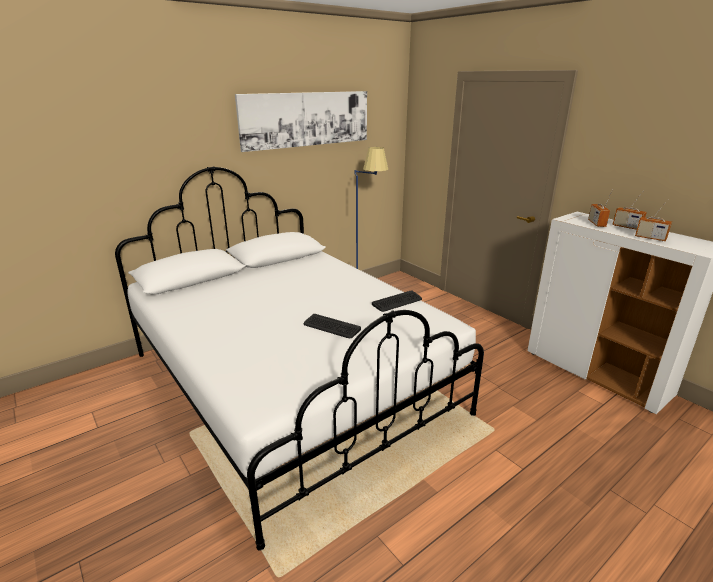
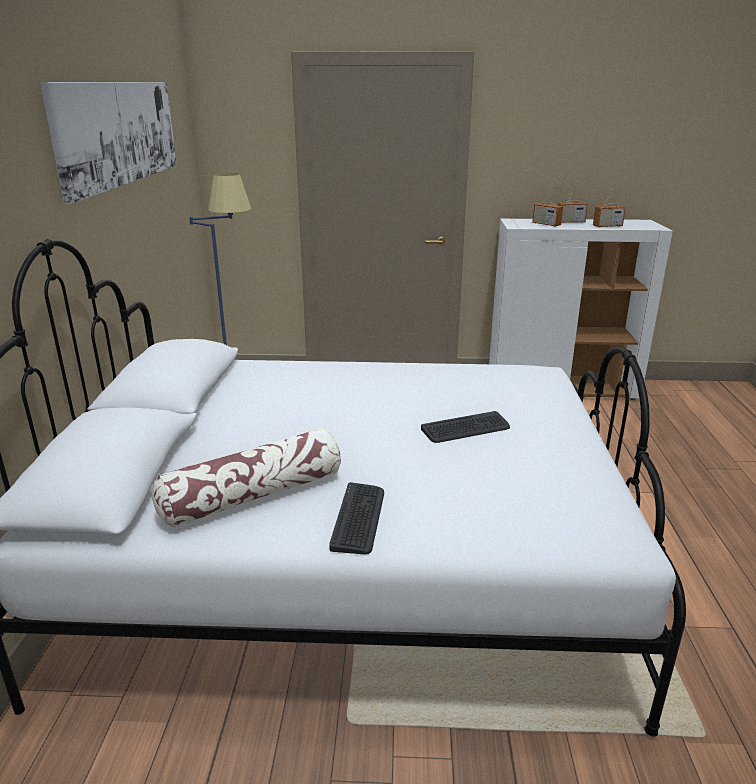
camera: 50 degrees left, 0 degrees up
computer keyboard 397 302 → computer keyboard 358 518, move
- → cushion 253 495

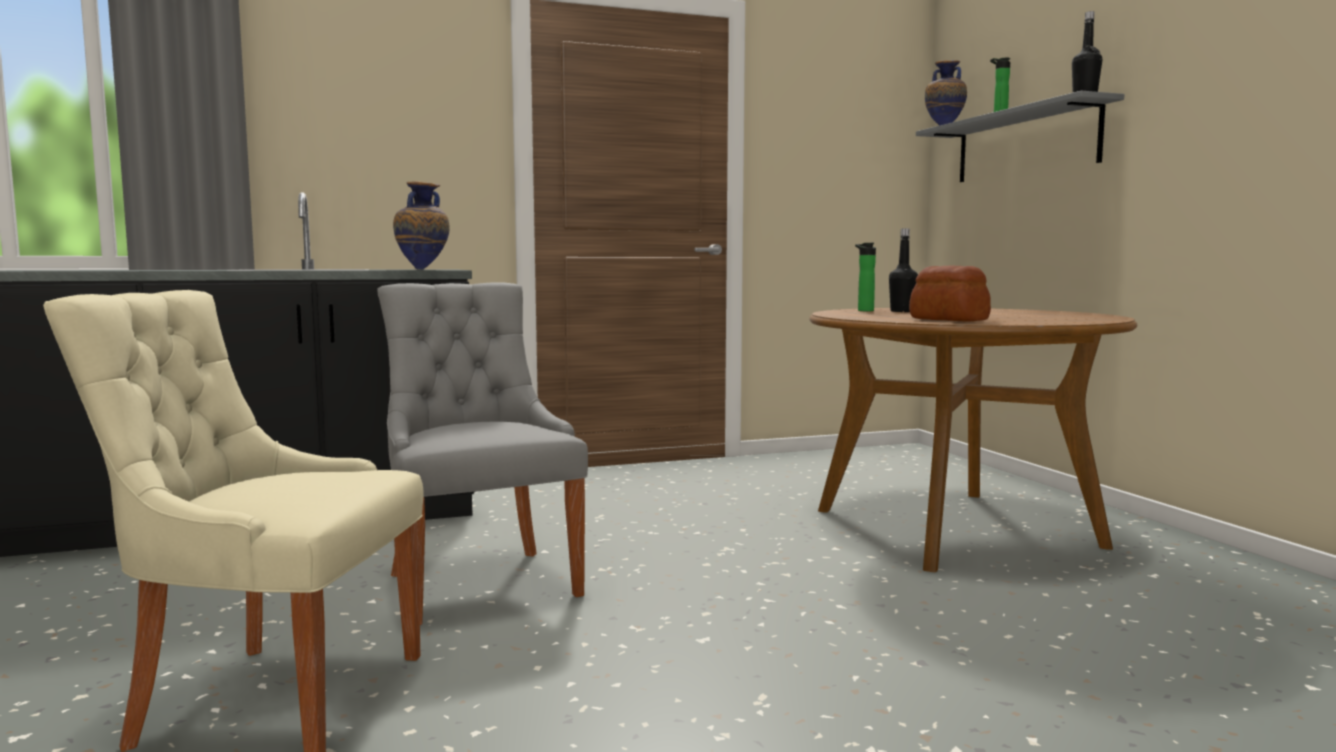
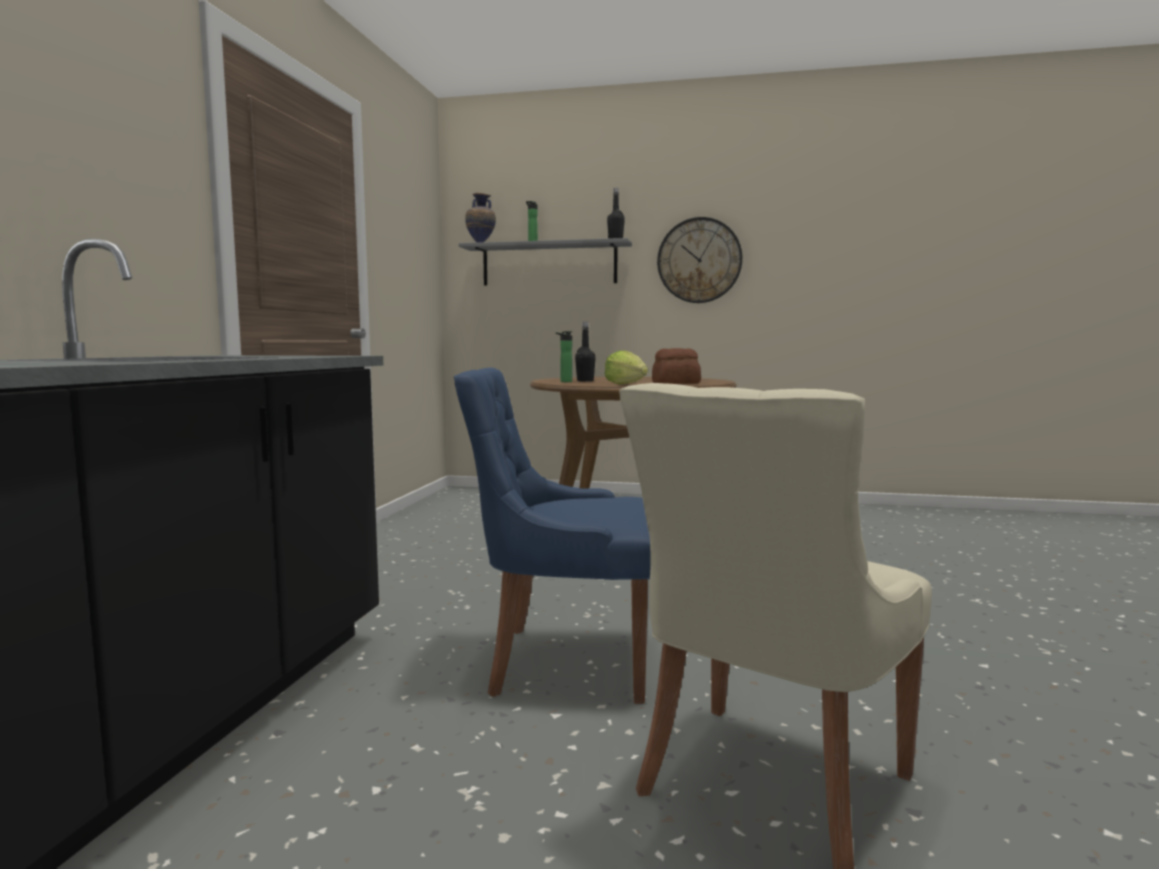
camera: 60 degrees left, 0 degrees up
gray chair 480 582 → bluish chair 563 661
flower vase 423 269 → -
- → head of lettuce 626 384
- → wall clock 699 260

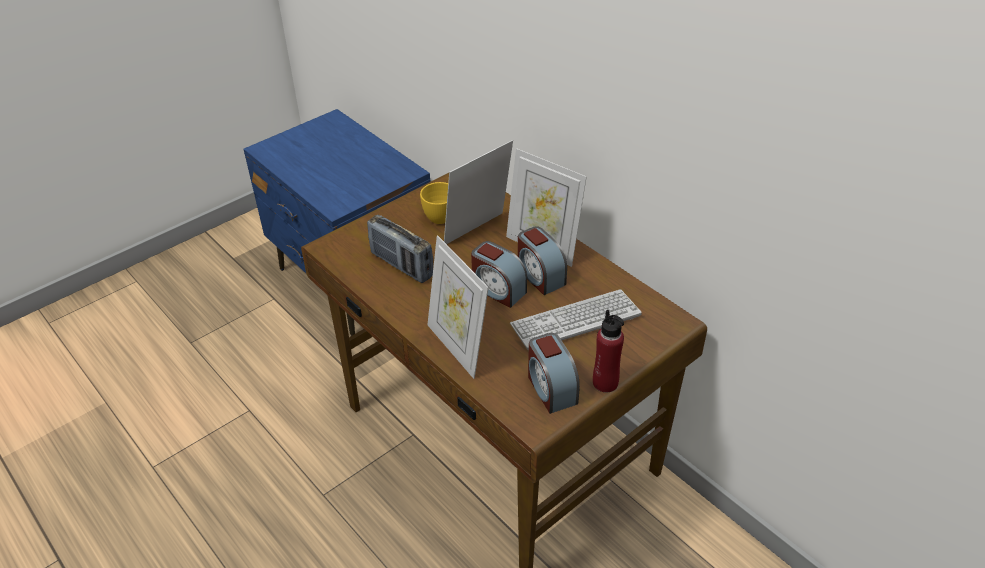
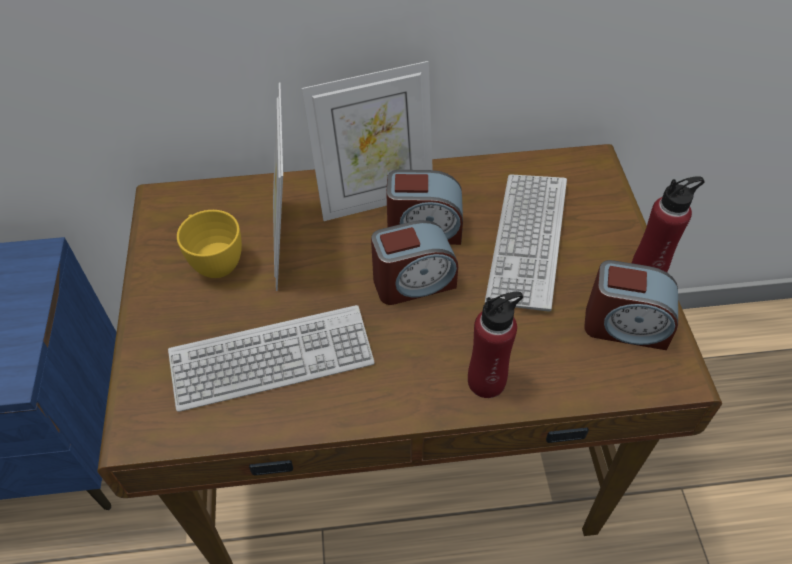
camera: 55 degrees left, 10 degrees up
radio receiver 401 265 → computer keyboard 272 359
photo frame 458 347 → red bottle 486 381

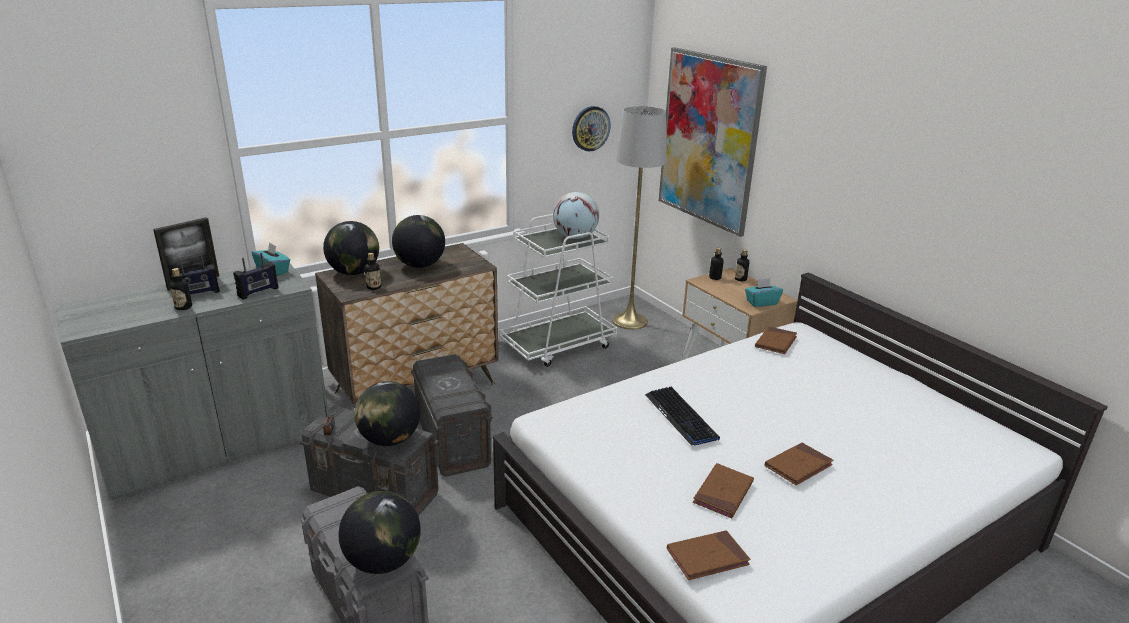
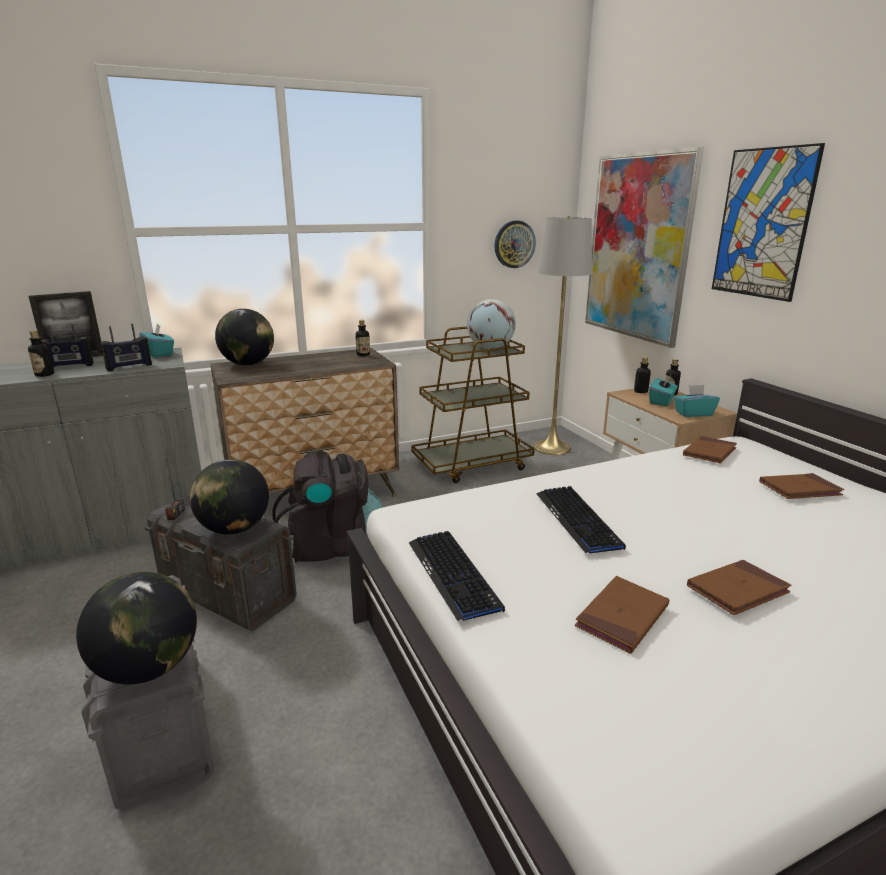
camera: 10 degrees right, 5 degrees down
bottle 374 287 → bottle 363 354, move
desk globe 420 265 → -
gray storage bin 452 440 → black rucksack 332 546
white wheeled cart 558 345 → brown wheeled cart 472 465
brown bound book 707 558 → brown bound book 799 489, move
- → computer keyboard 453 575
- → turquoise-coloured tissue holder 661 401
- → picture 763 224

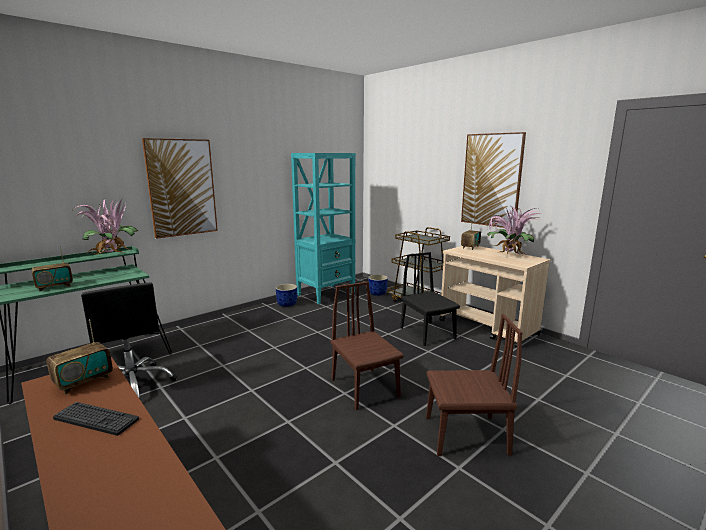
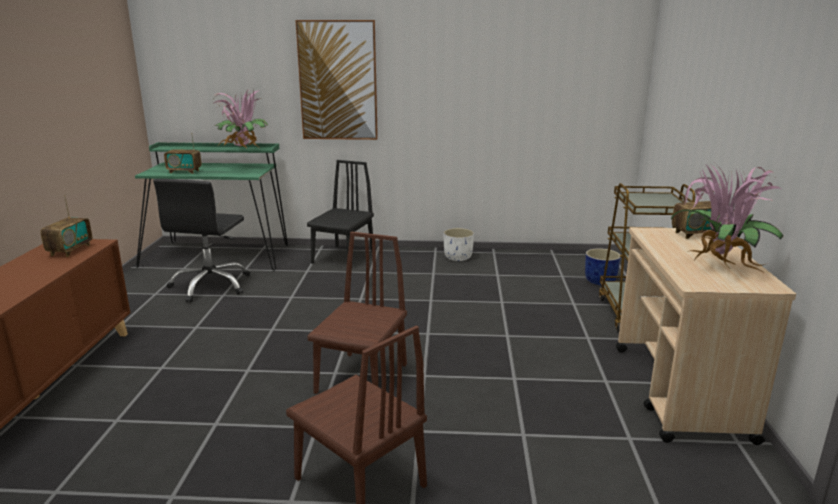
camera: 45 degrees right, 5 degrees up
radio receiver 83 382 → radio receiver 70 250, 75 degrees counterclockwise
computer keyboard 96 419 → -
bluish planter 287 304 → white planter 458 257
turquoise-coloured bookshelf 326 294 → -
black chair 427 333 → black chair 343 257, move
picture 491 180 → -

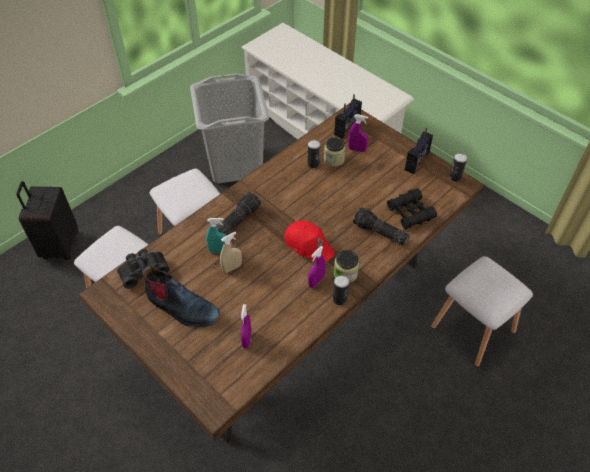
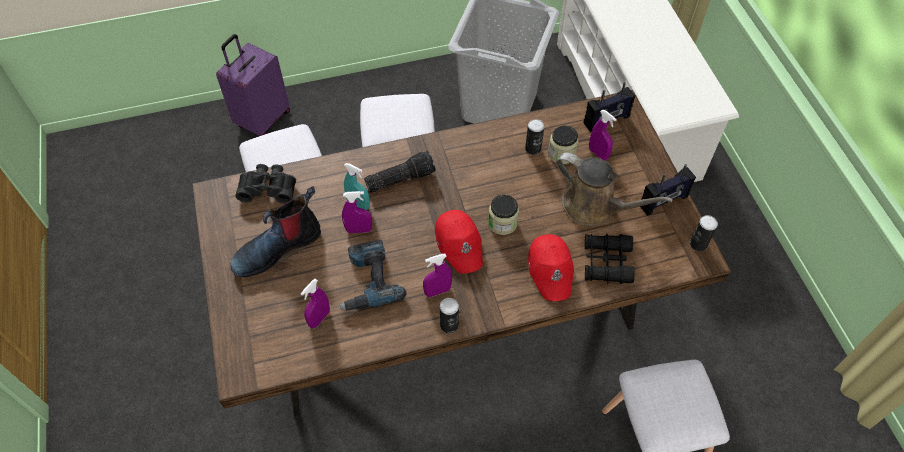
camera: 30 degrees right, 5 degrees up
black travel case 59 246 → purplish travel case 262 119
high-top boot 180 307 → high-top boot 278 247, 90 degrees clockwise
beige hand sprayer 232 268 → purplish hand sprayer 359 230
storage jar 345 273 → storage jar 502 223, move
flashlight 379 233 → red cap 551 269
- → drill 367 281
- → brown sprinkling can 593 207

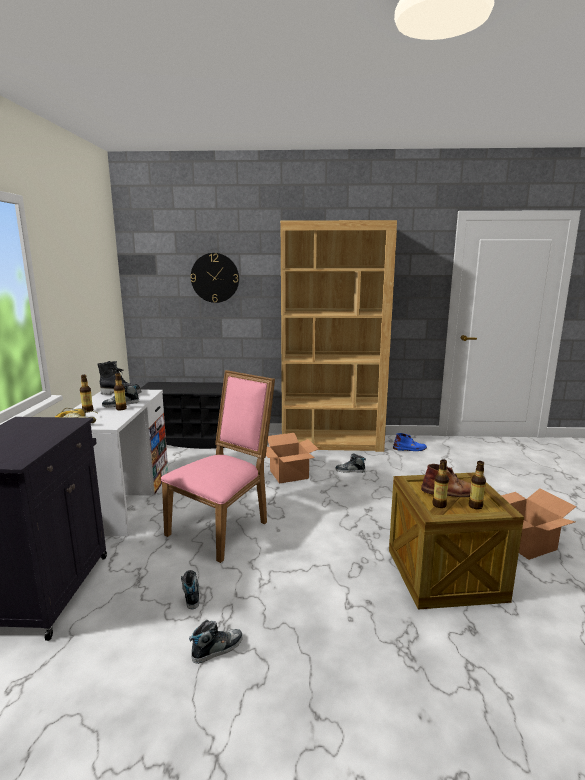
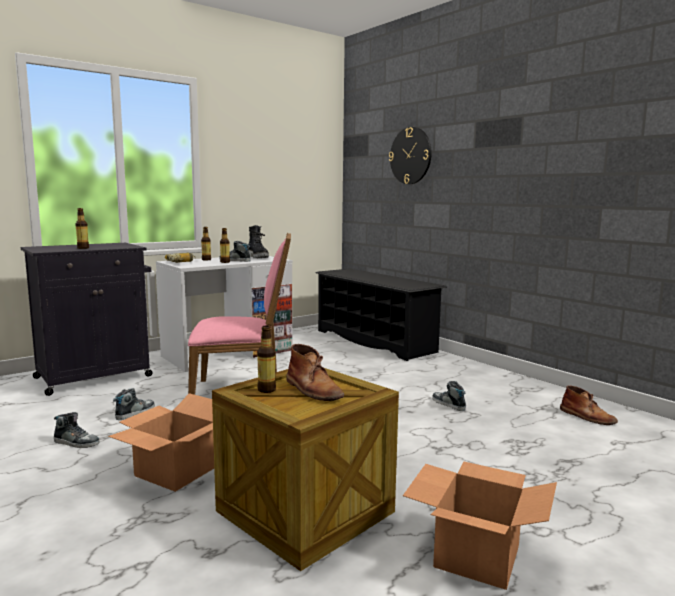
camera: 50 degrees right, 5 degrees down
packing box 289 474 → packing box 176 472, move
brown bookshelf 332 442 → -
bluish high-top boot 410 449 → brown high-top boot 587 417
bottle 475 506 → bottle 83 248, move

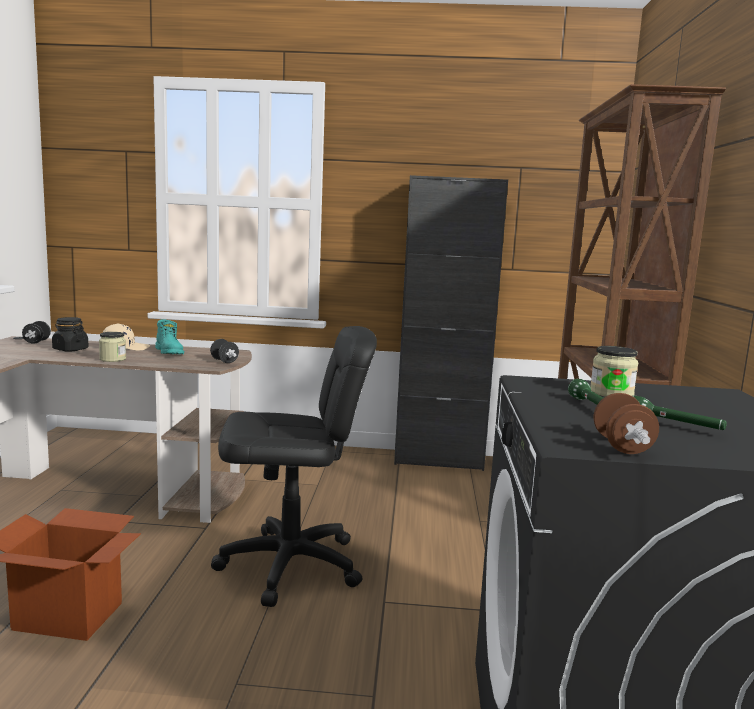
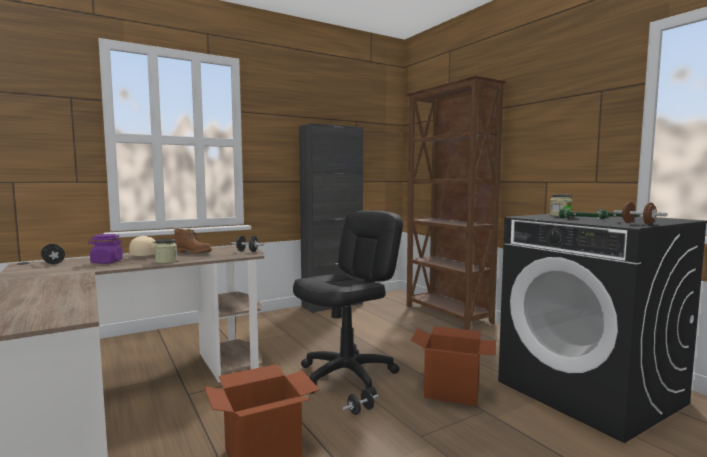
camera: 35 degrees left, 5 degrees down
black storage jar 70 349 → purplish storage jar 106 262
turquoise-coloured high-top boot 170 352 → brown high-top boot 192 253
- → black free weight 360 411
- → packing box 452 392

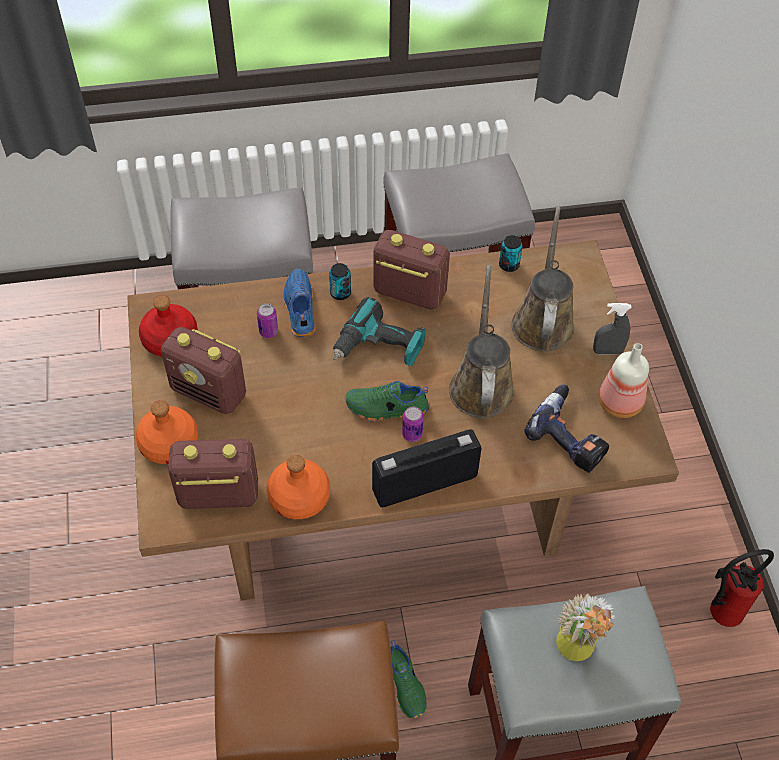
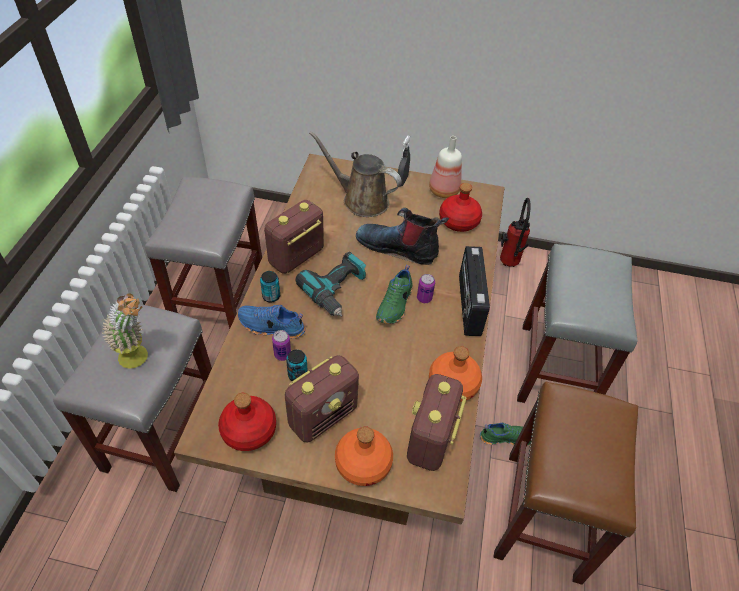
camera: 70 degrees left, 5 degrees down
brown sprinkling can 481 384 → high-top boot 398 247
metal can 509 265 → metal can 297 375, move
drill 570 435 → red bottle 459 220
potted plant 576 653 → potted plant 140 359, move

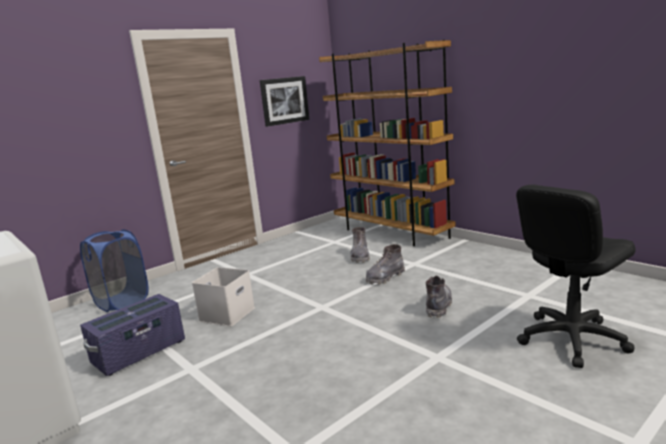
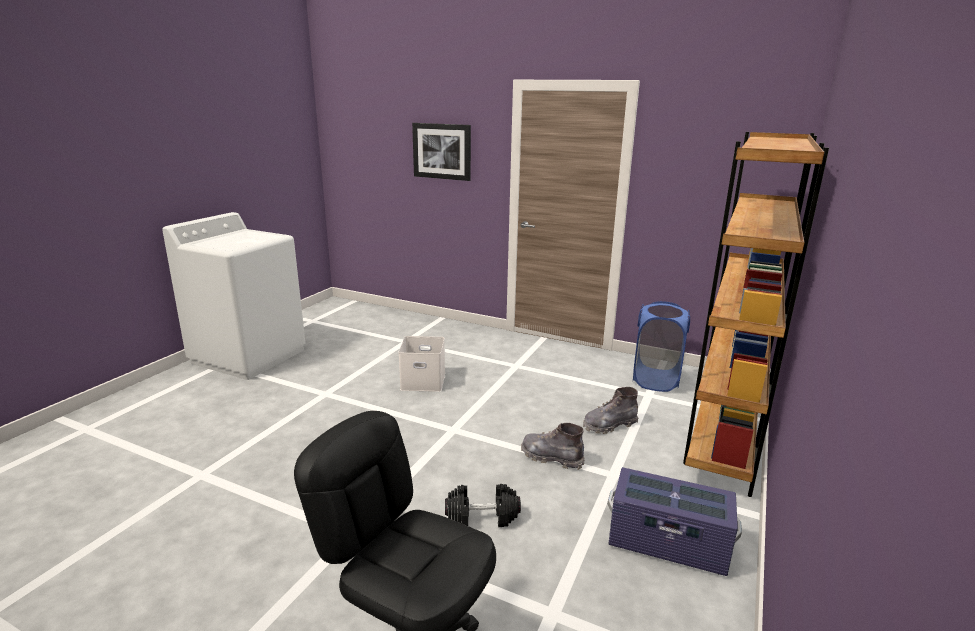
camera: 65 degrees right, 5 degrees up
bluish laundry basket 122 302 → bluish laundry basket 655 380, move
purplish storage bin 139 352 → purplish storage bin 667 543, move
picture 284 100 → picture 442 151, move
gray high-top boot 438 306 → black free weight 482 517

